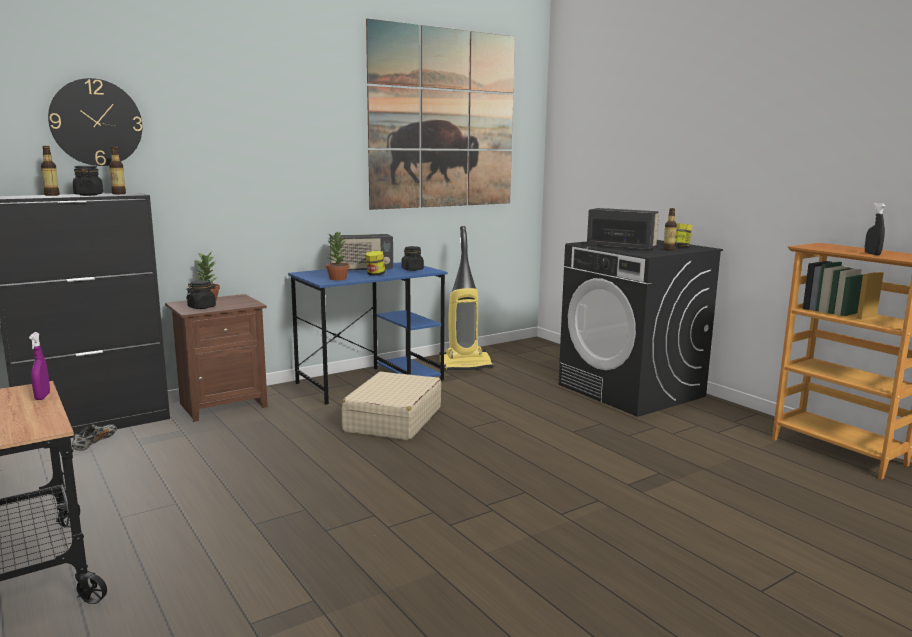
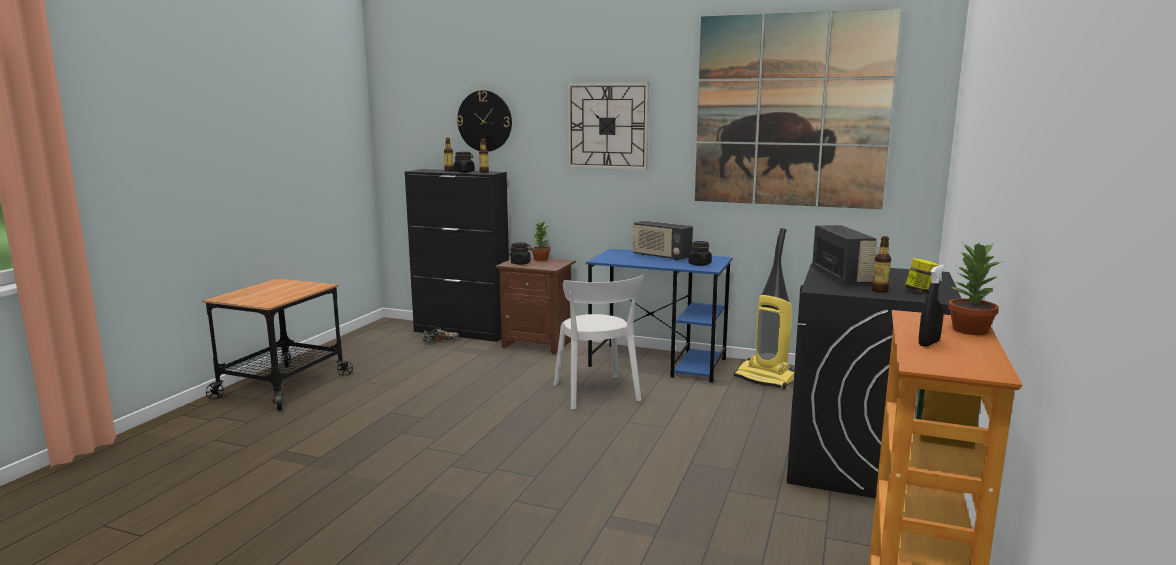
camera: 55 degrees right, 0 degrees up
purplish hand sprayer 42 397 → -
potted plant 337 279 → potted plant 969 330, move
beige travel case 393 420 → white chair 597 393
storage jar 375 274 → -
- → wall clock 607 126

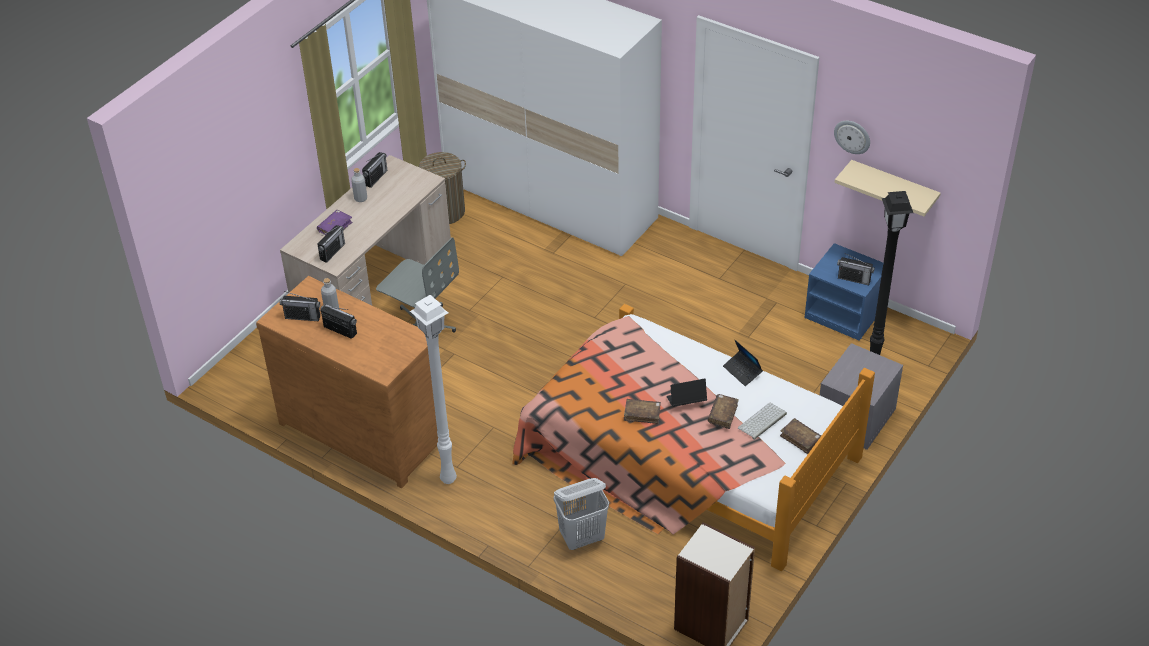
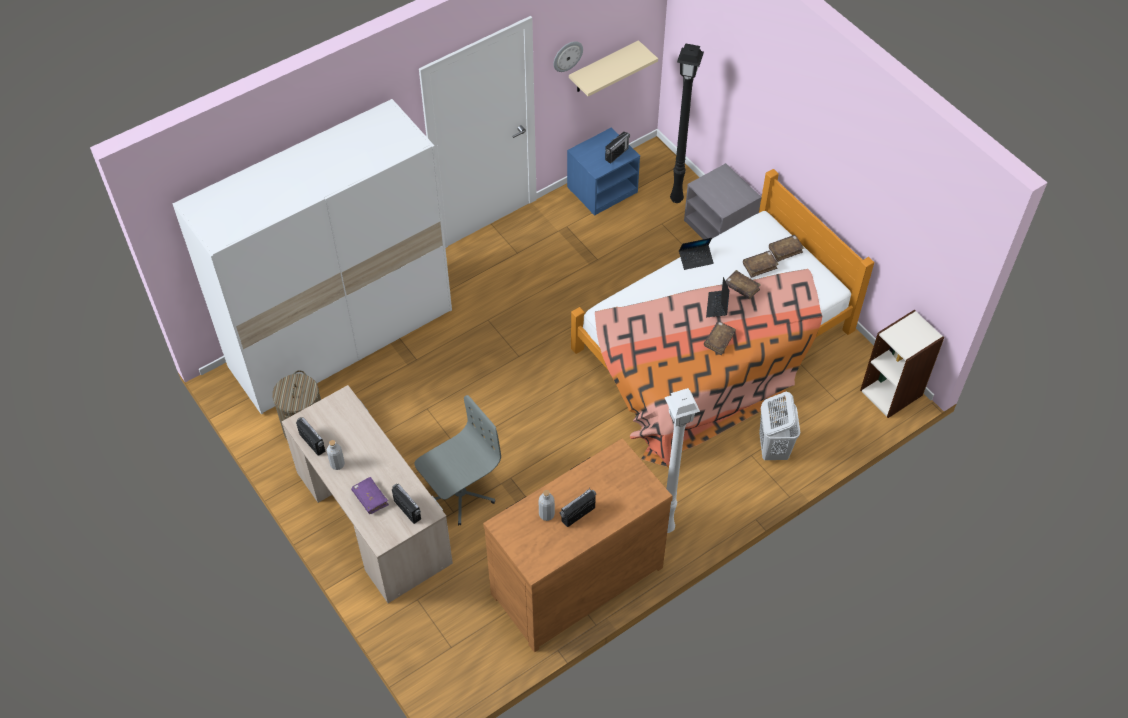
camera: 70 degrees left, 10 degrees up
radio receiver 302 317 → -
computer keyboard 762 422 → brown bound book 759 266

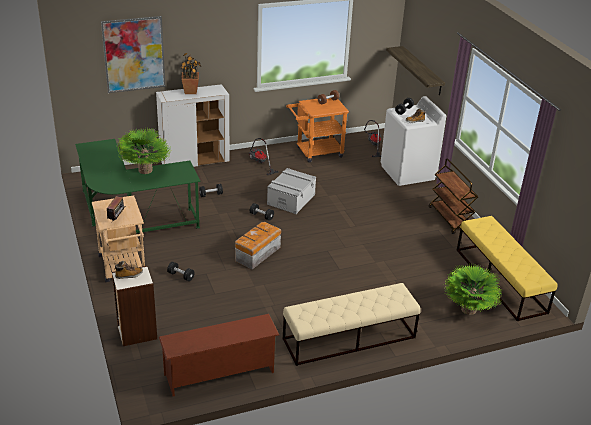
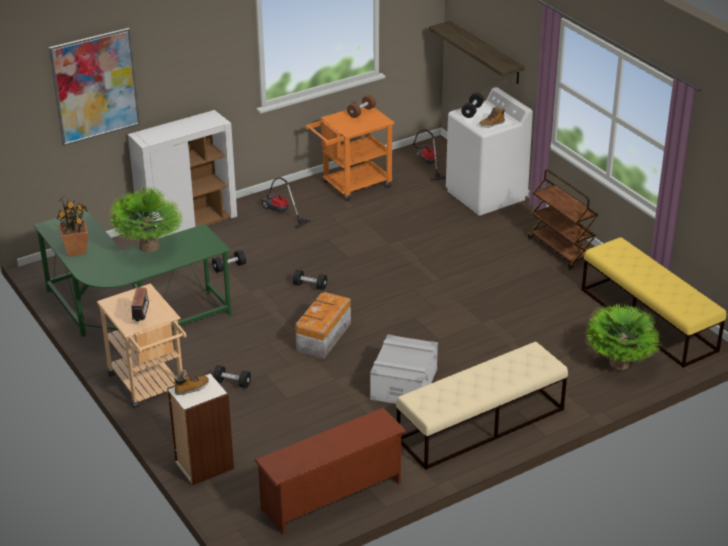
camera: 10 degrees left, 0 degrees up
potted plant 191 91 → potted plant 76 250, move
gray storage bin 291 199 → gray storage bin 404 384, move

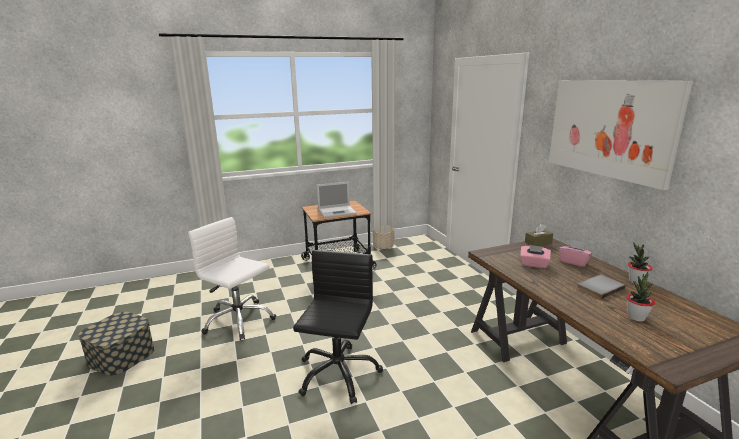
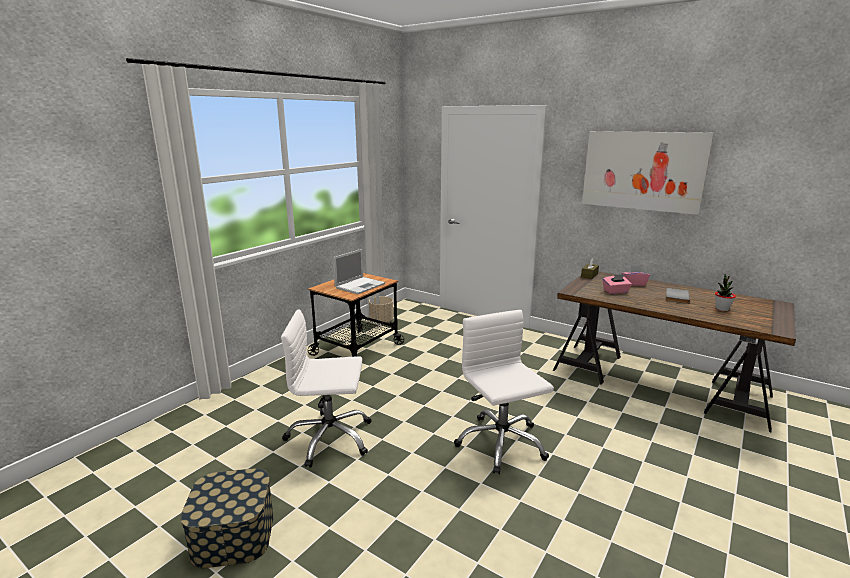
camera: 35 degrees left, 0 degrees up
black desk chair 337 373 → white desk chair 500 443
potted plant 636 282 → -

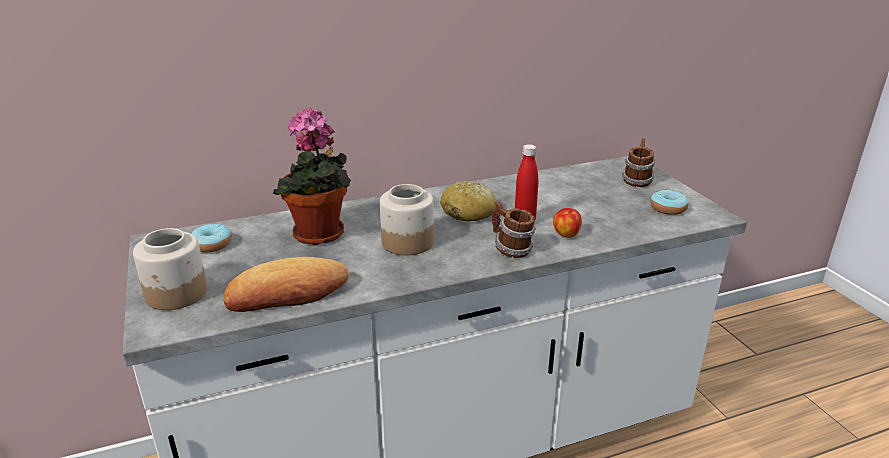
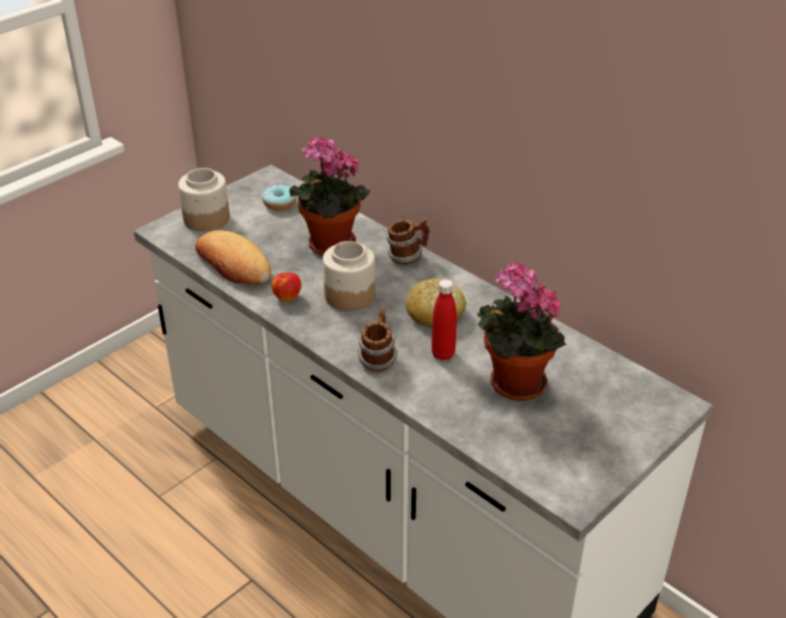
camera: 65 degrees right, 10 degrees up
whole apple 566 234 → whole apple 287 297, move
mug 636 181 → mug 407 257, move
donut 668 208 → -
- → potted plant 512 384

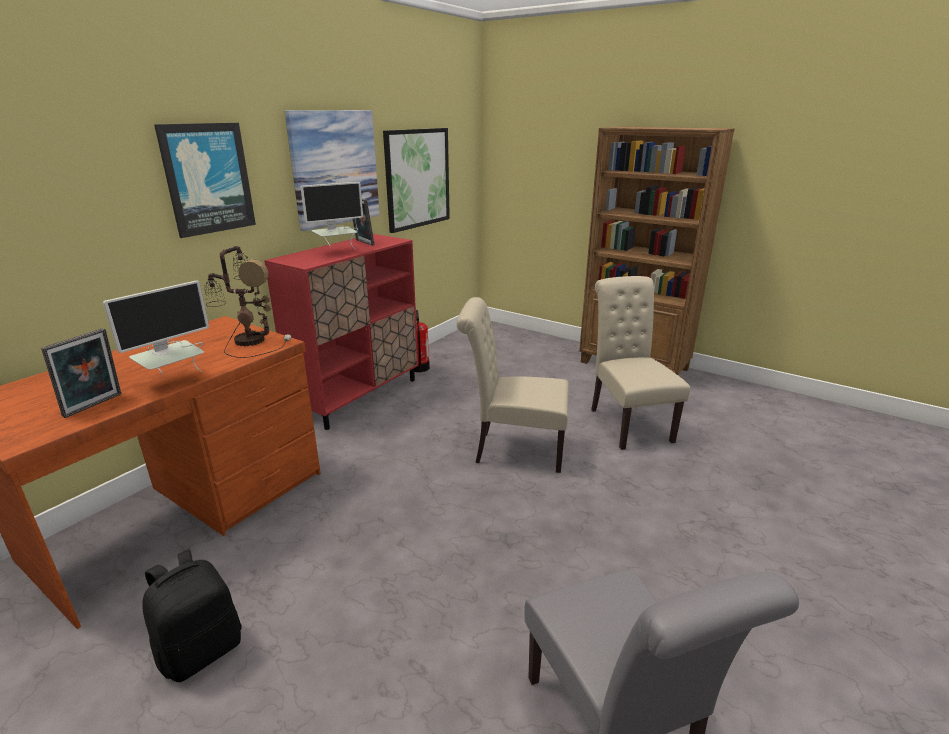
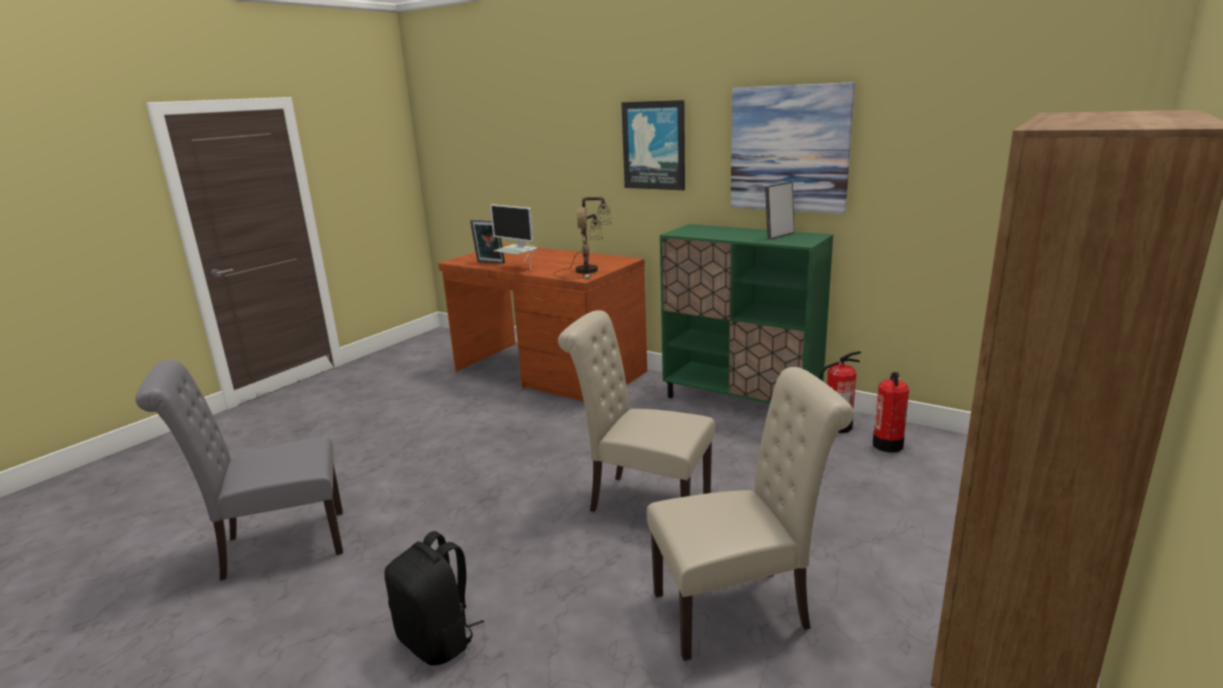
camera: 90 degrees right, 5 degrees down
black rucksack 202 650 → black rucksack 438 640, move
red cupboard 358 396 → green-coloured cupboard 741 402
computer screen 337 252 → -
picture 417 178 → -
beige chair 513 450 → beige chair 642 501, 75 degrees counterclockwise
- → fire extinguisher 887 445

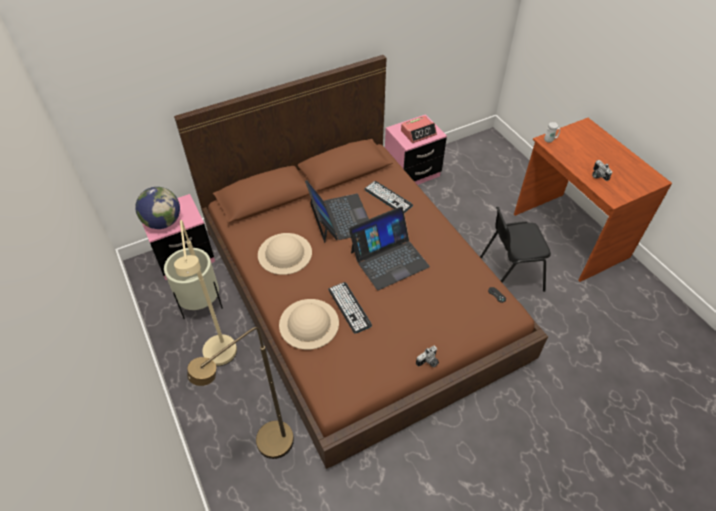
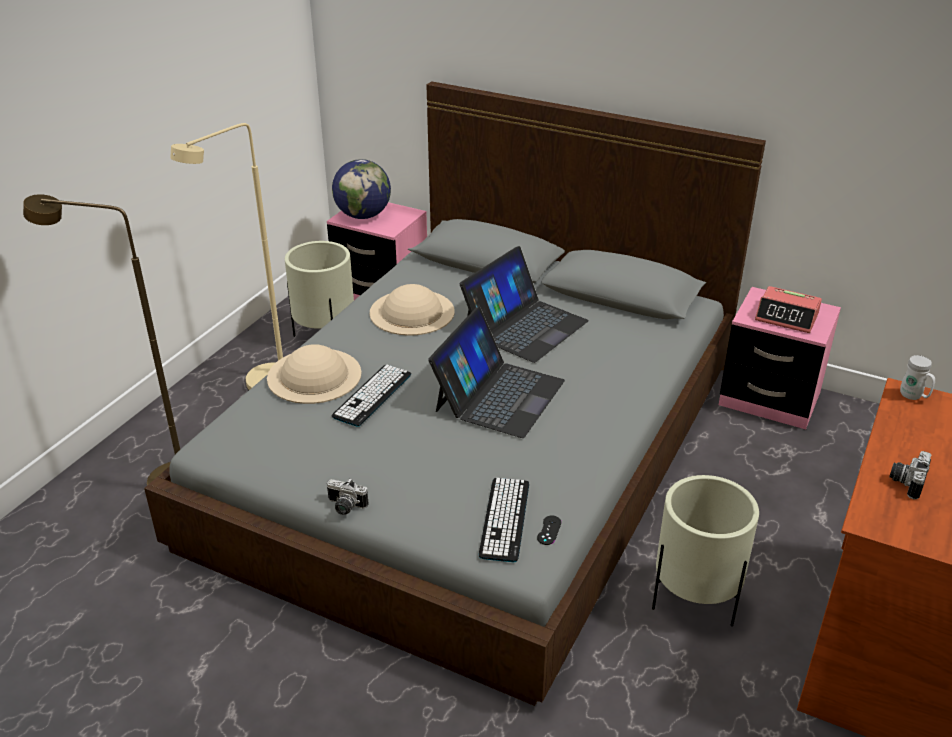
camera: 55 degrees right, 15 degrees down
brown bedroom bed 357 290 → gray bedroom bed 477 448
laptop 389 259 → laptop 498 395, 90 degrees counterclockwise
computer keyboard 388 197 → computer keyboard 504 519, move
black chair 509 275 → beige planter 694 600

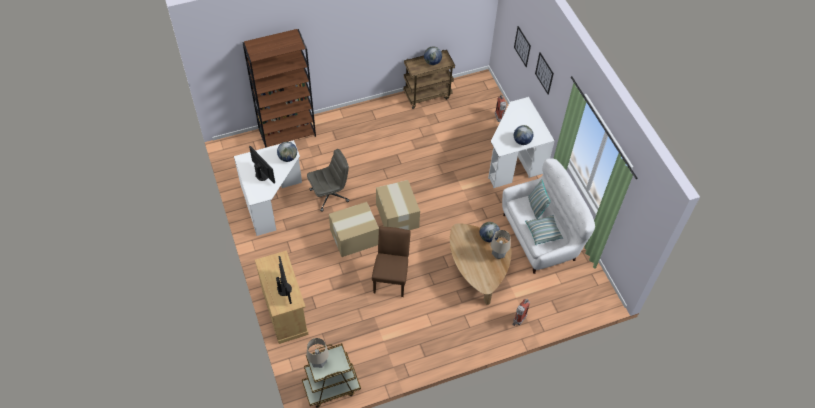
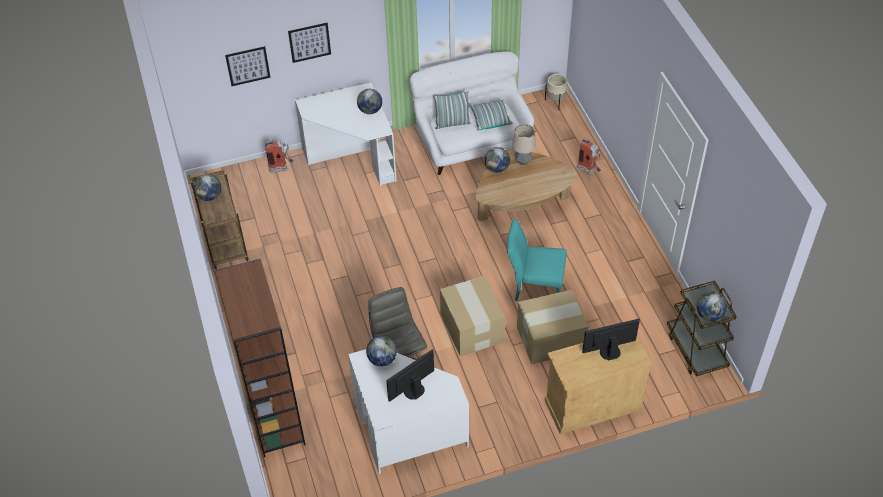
camera: 85 degrees left, 5 degrees down
tabletop lamp 318 363 → desk globe 709 315
brown chair 391 277 → turquoise-coloured chair 534 288
packing box 397 216 → packing box 551 339, move
- → beige planter 556 102

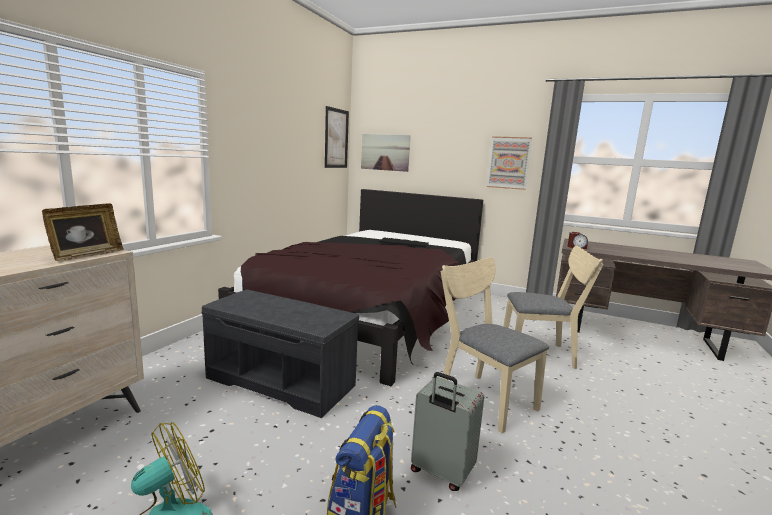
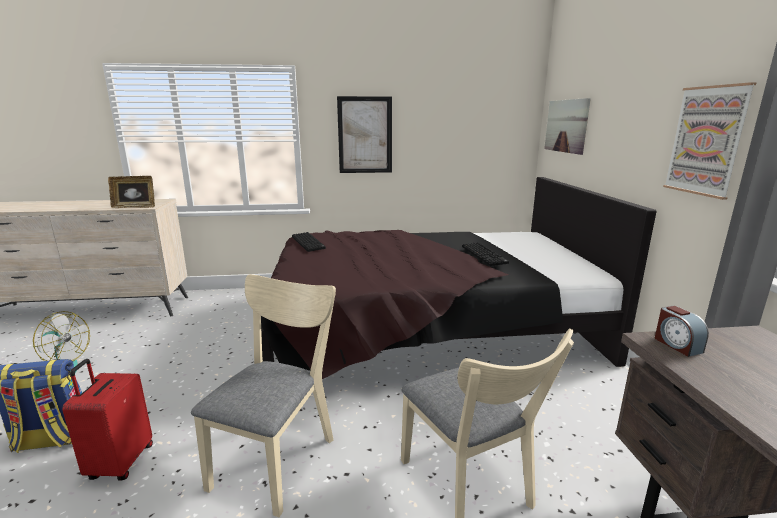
camera: 60 degrees right, 5 degrees up
gray bench 282 381 → -
picture 336 138 → picture 365 135, move
gray travel case 441 473 → red travel case 120 463
- → computer keyboard 309 242

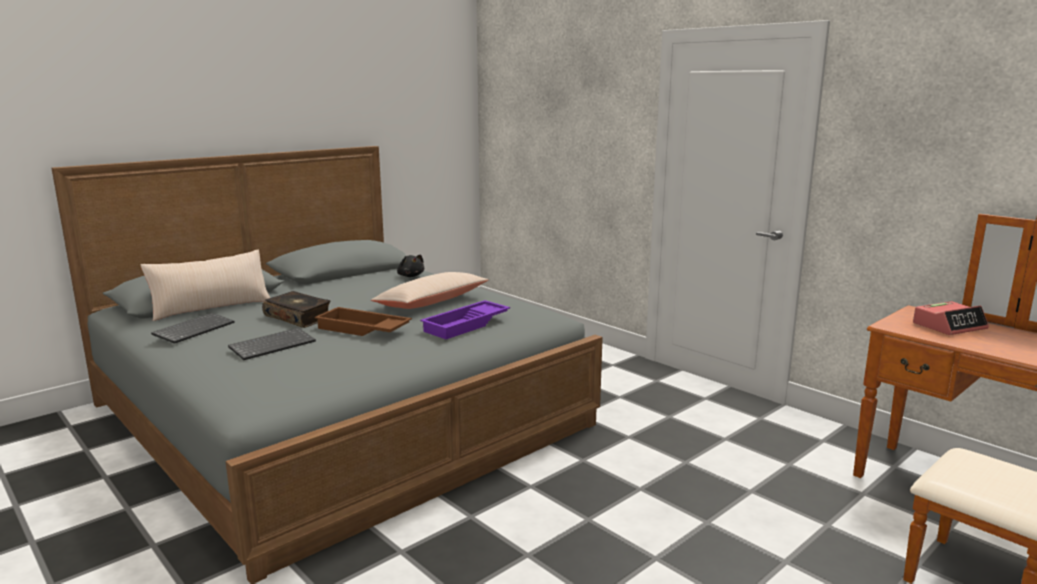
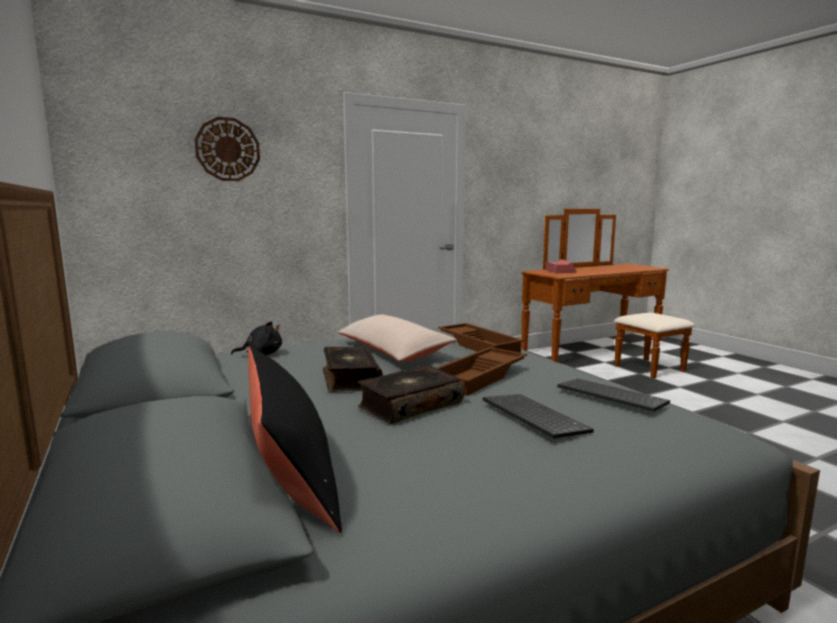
camera: 75 degrees left, 5 degrees down
beige cushion 211 307 → black cushion 290 472
computer keyboard 194 329 → computer keyboard 609 397, move
purplish tray 466 325 → brown tray 480 345
- → wall clock 228 149
- → bound book 350 378

